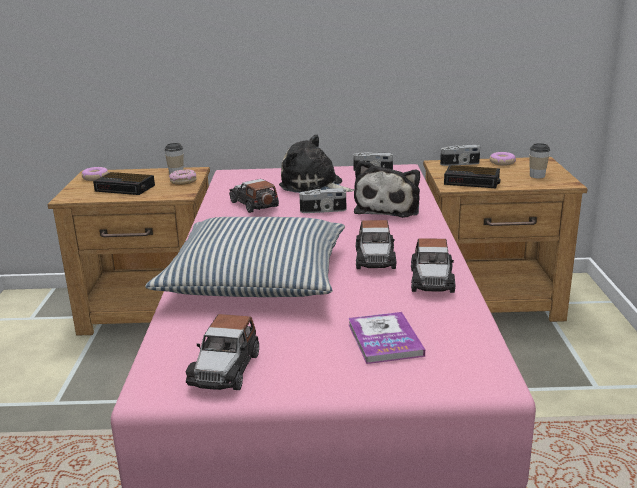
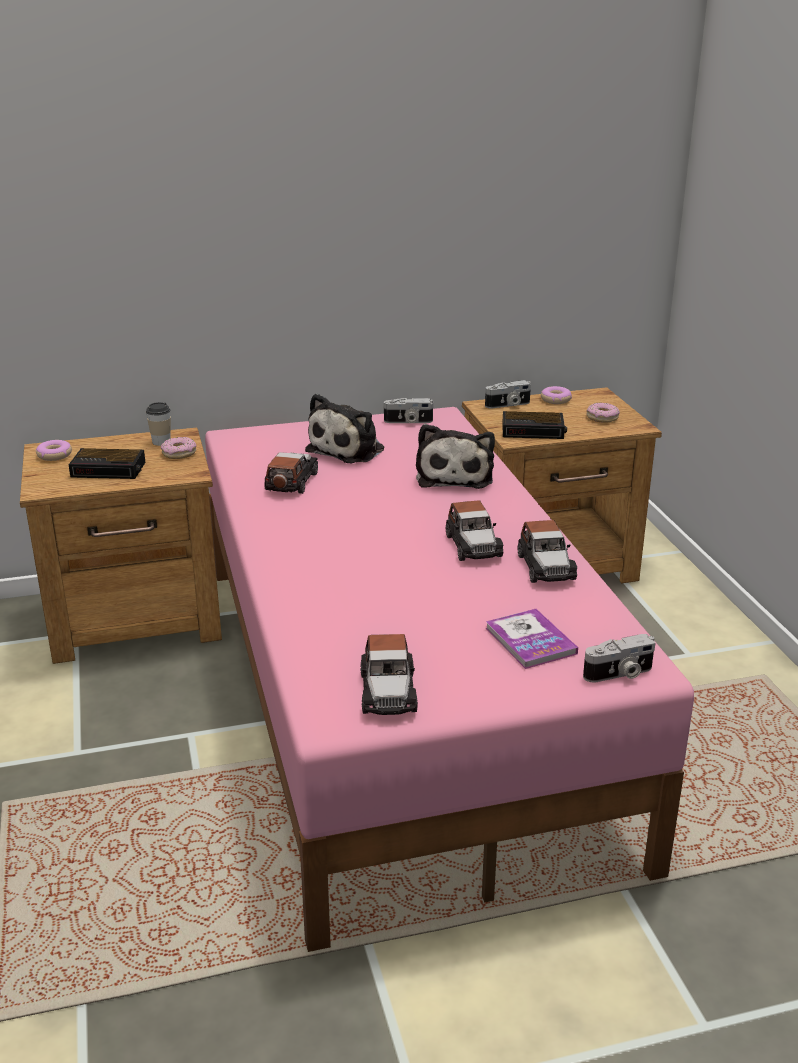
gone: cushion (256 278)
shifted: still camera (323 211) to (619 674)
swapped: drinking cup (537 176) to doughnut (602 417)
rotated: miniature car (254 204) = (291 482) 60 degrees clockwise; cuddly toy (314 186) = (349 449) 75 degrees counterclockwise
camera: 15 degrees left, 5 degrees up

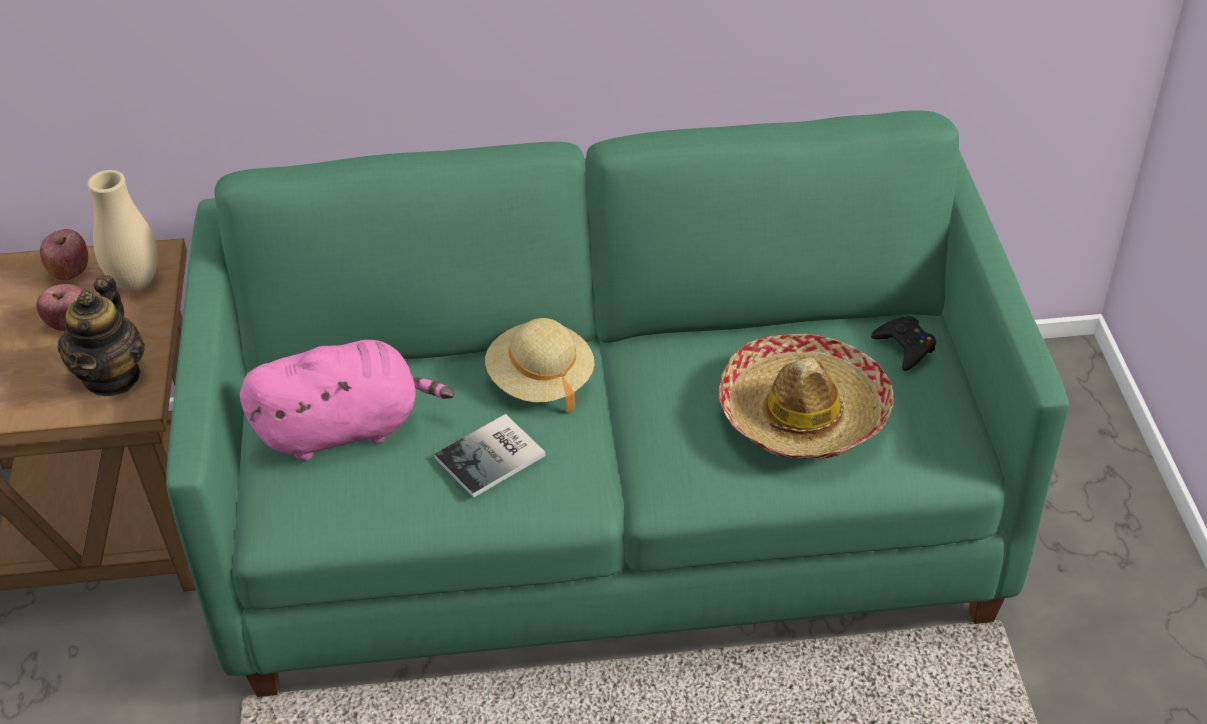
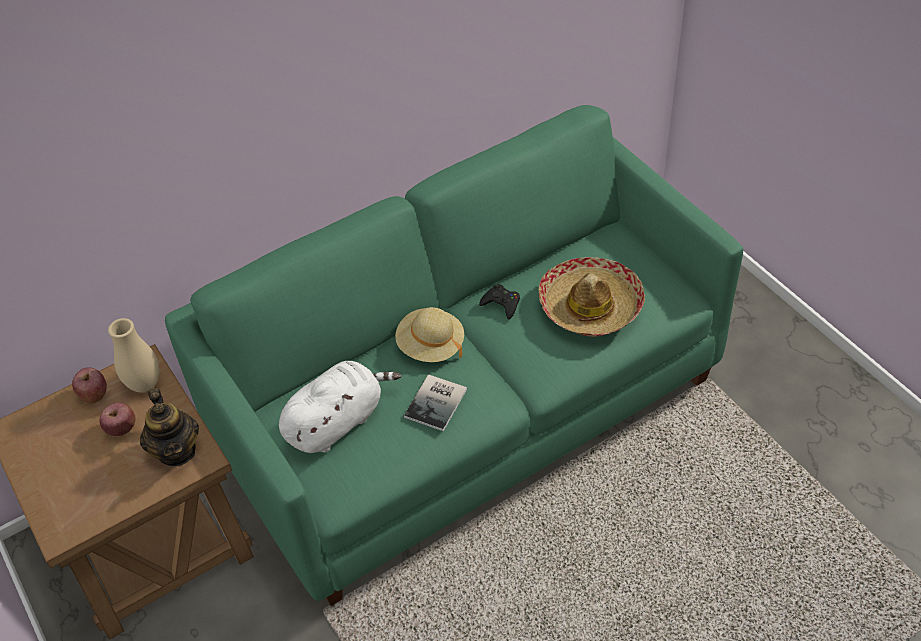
shifted: gamepad in black-coloured (905 347) to (501 304)
repainted: cuddly toy in pinkish (345 428) to cuddly toy in white-coloured (337 422)
camera: 25 degrees left, 5 degrees up

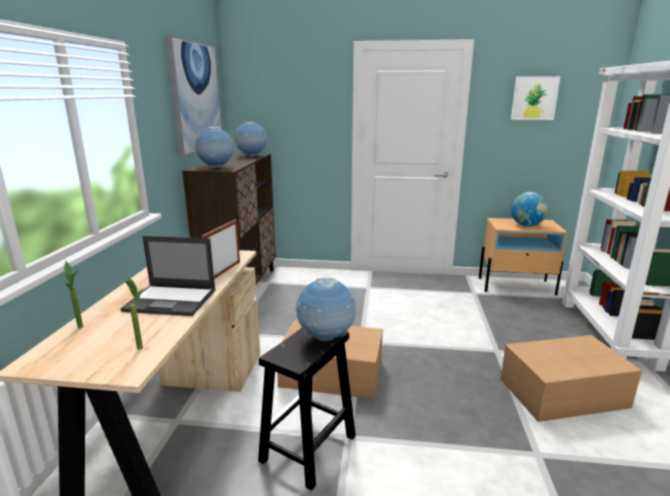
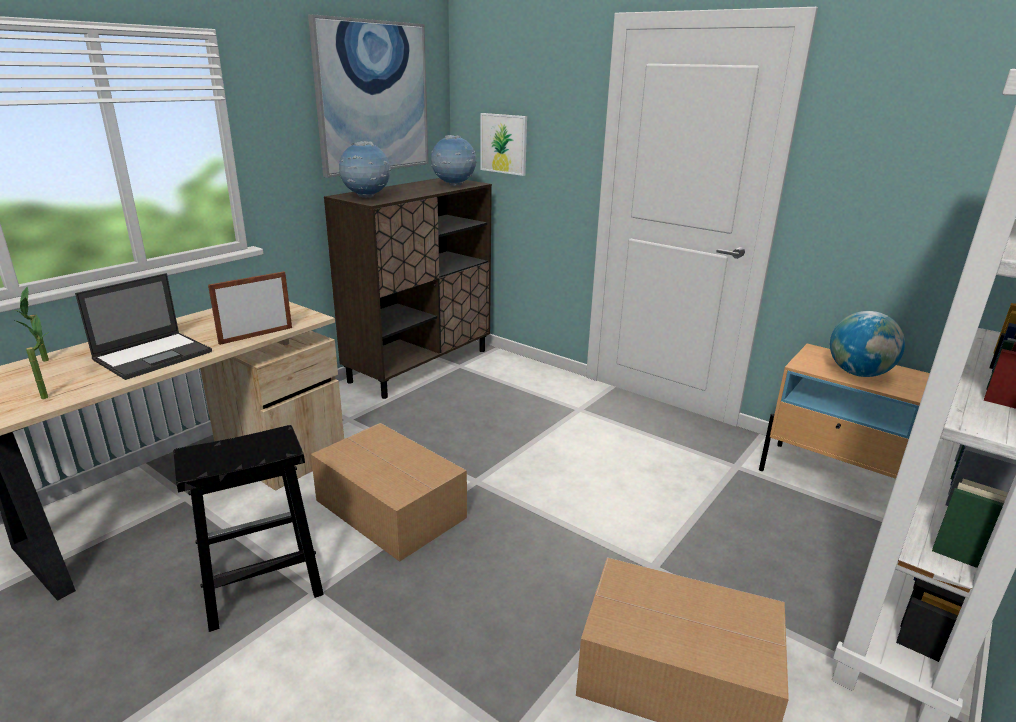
gone: desk globe (326 338)
shifted: picture (534 98) to (504 144)
rotated: notebook computer (172 300) = (154 355) 90 degrees counterclockwise
camera: 30 degrees right, 5 degrees up

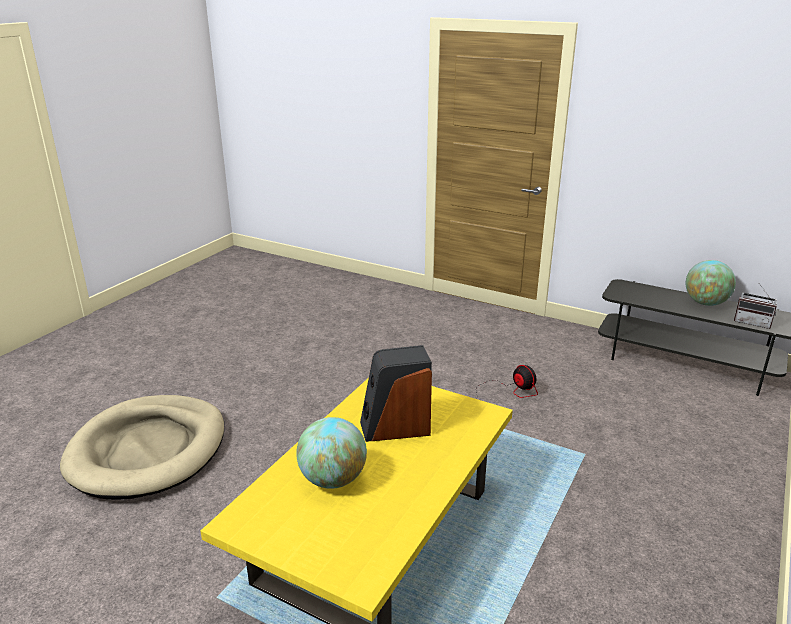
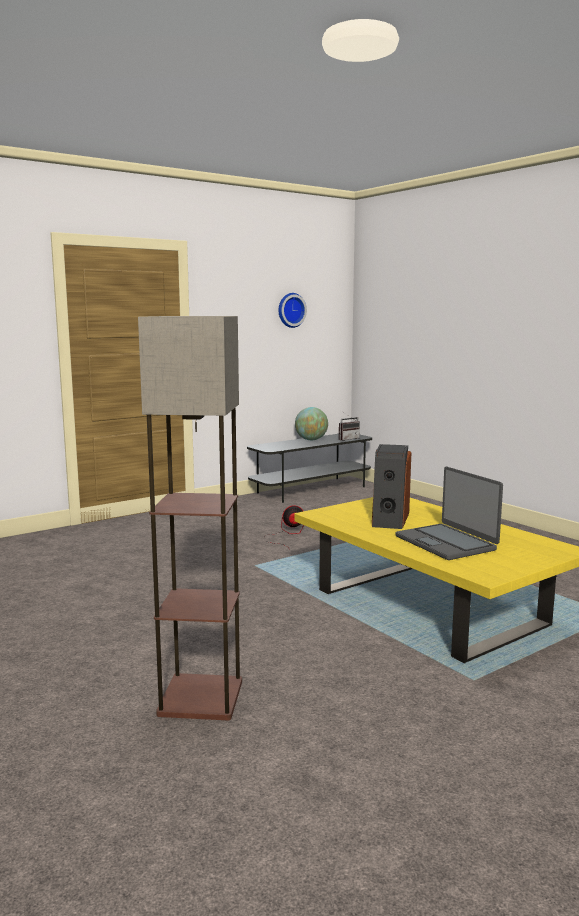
new: wall clock (290 310)
swapped: pet bed in beige-coloured (148 450) to standard lamp (200 697); desk globe (333 479) to notebook computer (446 543)
camera: 65 degrees left, 15 degrees down

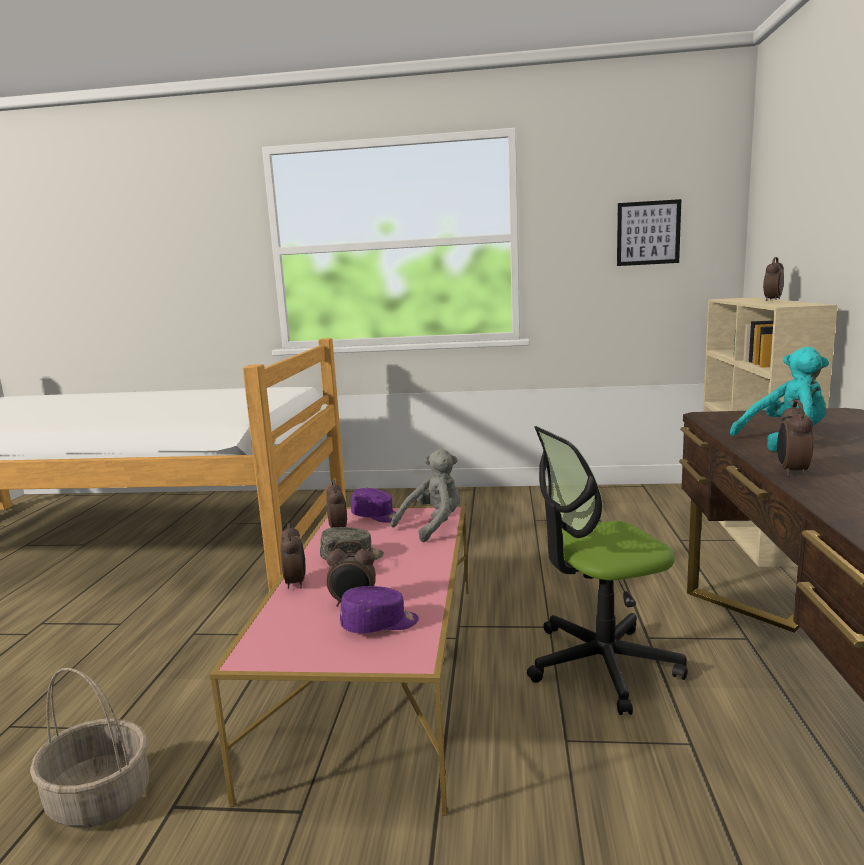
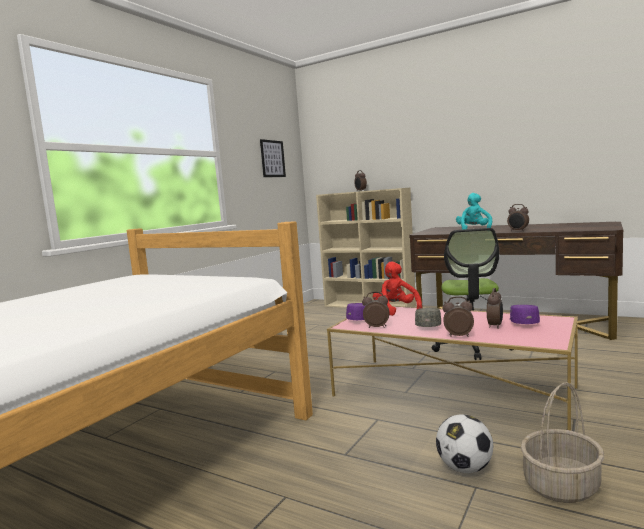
new: football ball (465 468)
repainted: cuddly toy in greyish (433 526) to cuddly toy in red-coloured (396 310)
camera: 65 degrees left, 5 degrees down

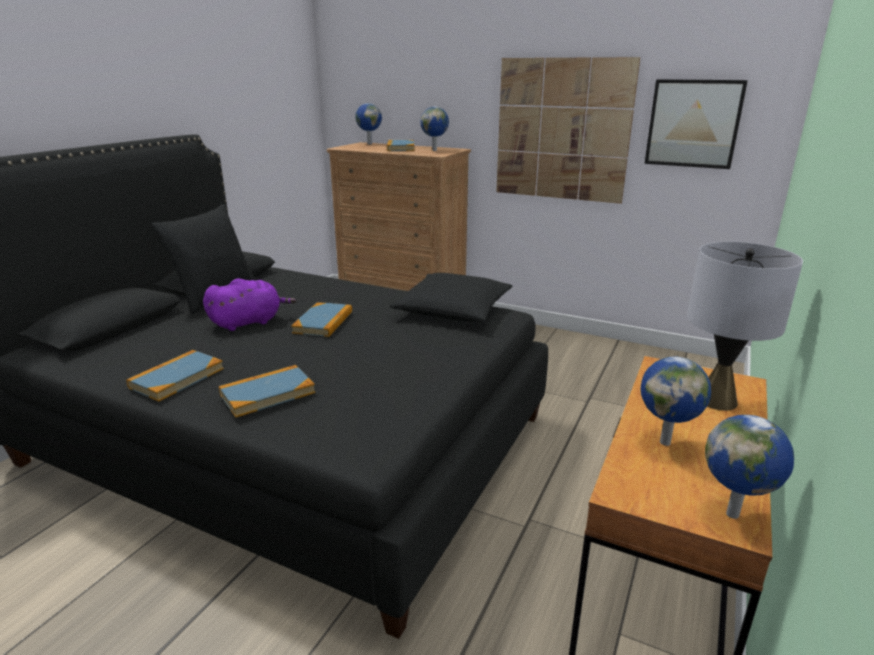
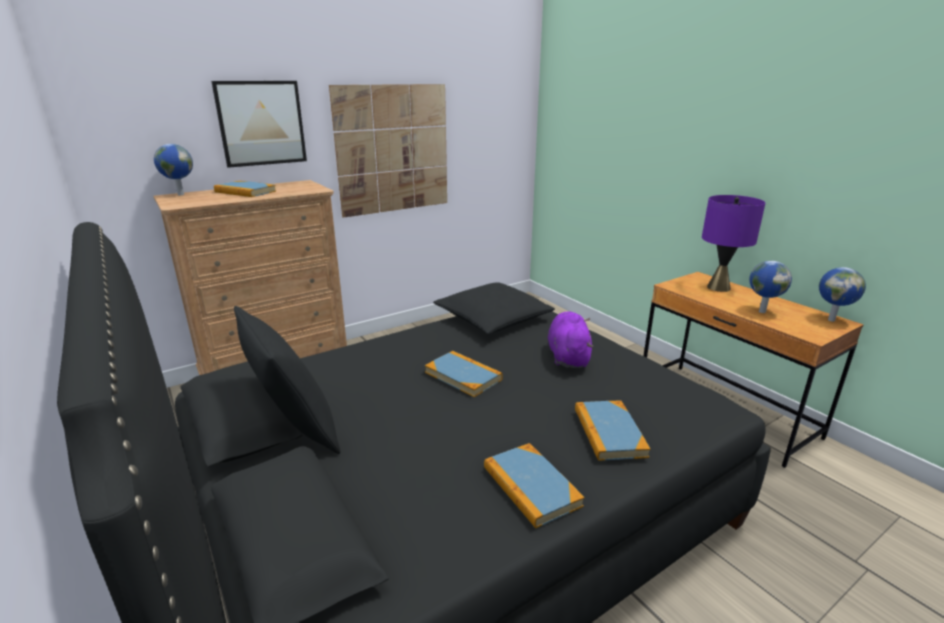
gone: desk globe (435 150)
shifted: picture (693 124) to (261 123); cuddly toy in purple-coloured (249 322) to (568 356)
repainted: lamp for a table in greyish (717 400) to lamp for a table in purple-coloured (718 287)
camera: 60 degrees left, 0 degrees up

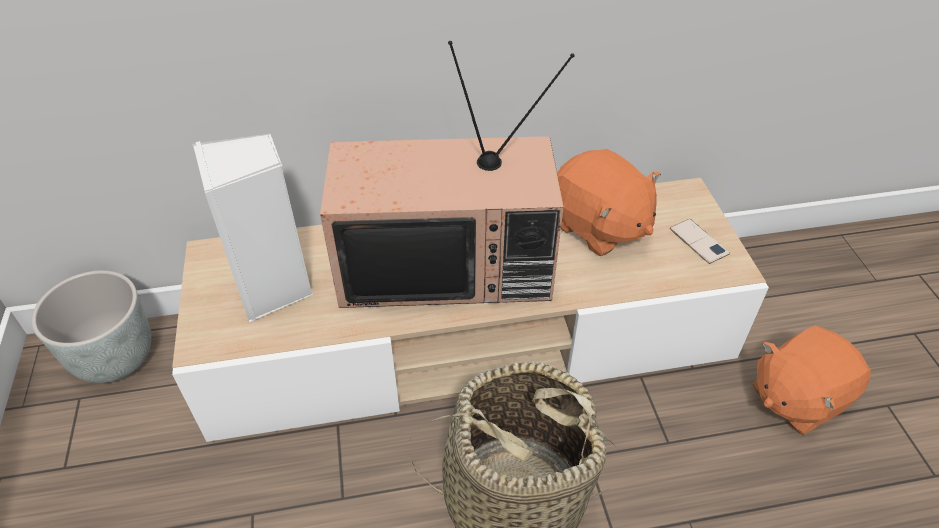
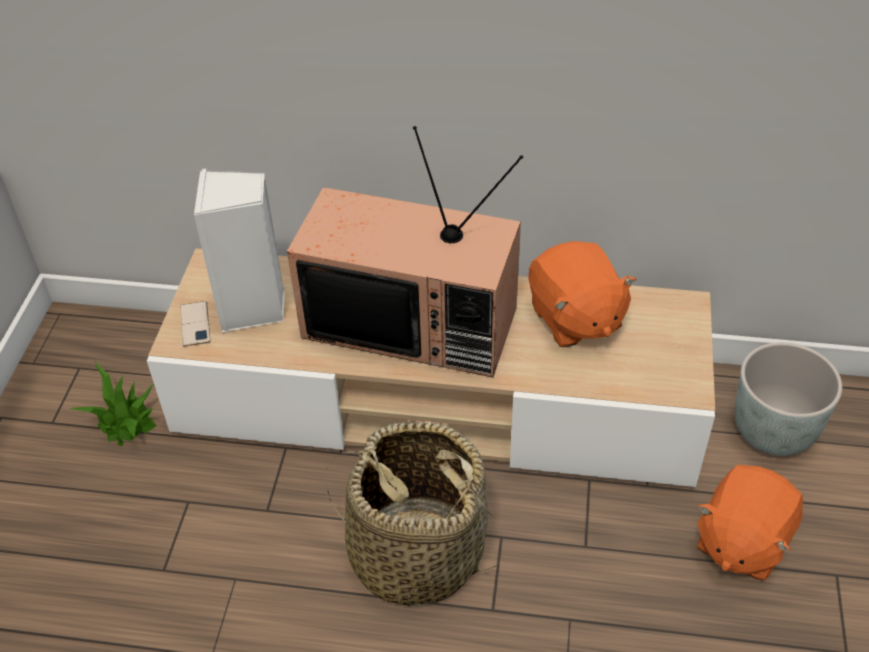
new: houseplant (125 419)
shifted: phone (699 241) to (195 324); plant pot in greyish (115 358) to (772 431)
rotated: cuddly toy in orangey (797 397) = (741 541) 45 degrees counterclockwise
camera: 20 degrees right, 0 degrees up

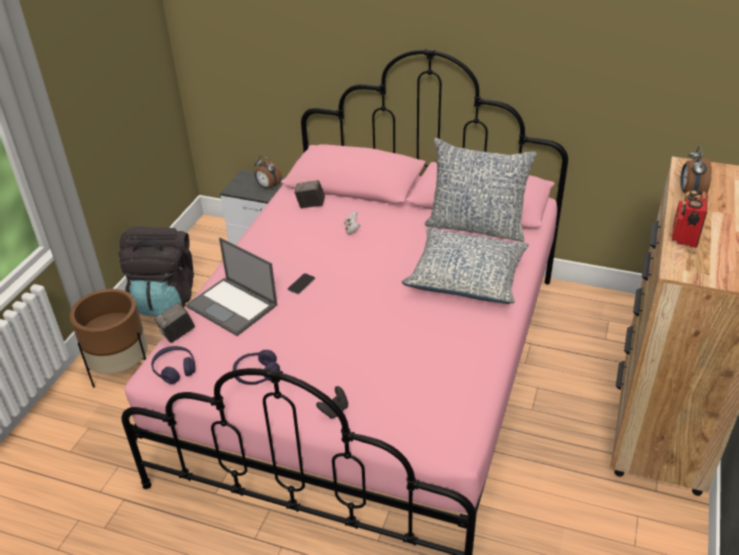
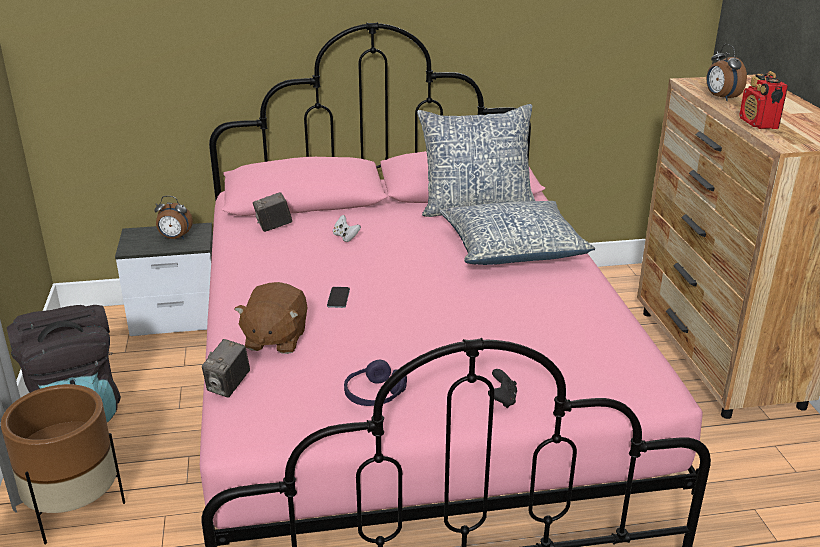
gone: headphones in purple-coloured (175 369)
swapped: notebook computer (233 306) to cuddly toy in brown-coloured (275 339)
camera: 30 degrees left, 10 degrees down

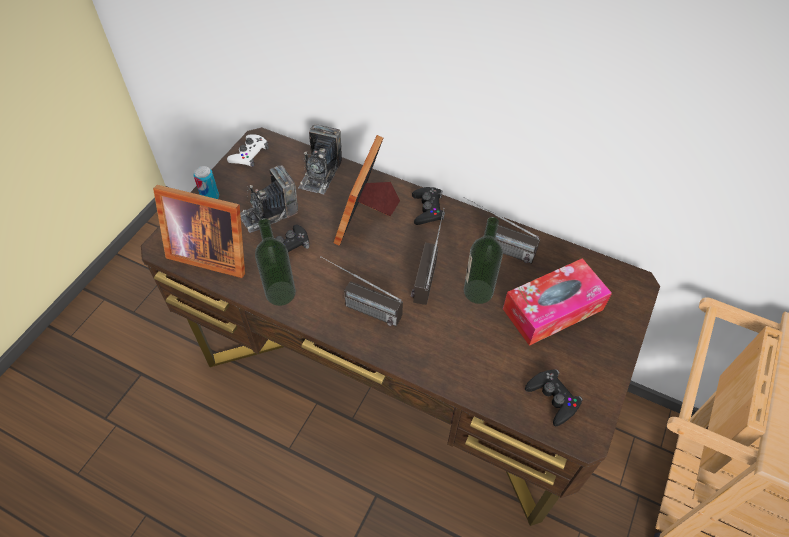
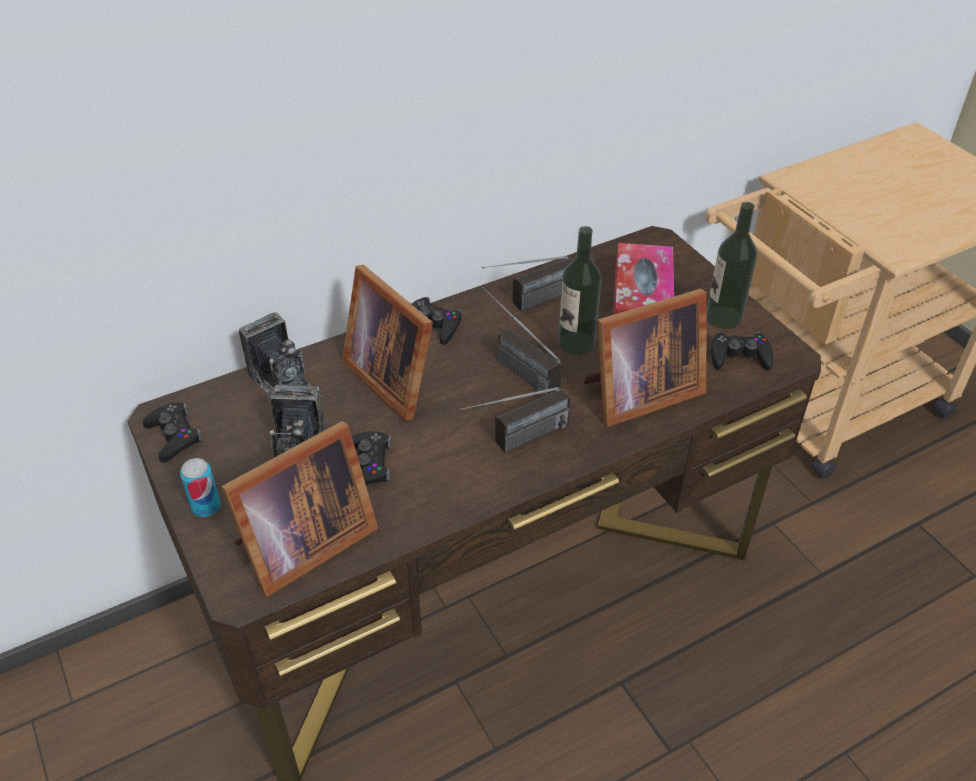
new: picture frame (638 394)
shifted: beverage bottle (280 293) to (724 317)
repainted: gamepad in white-coloured (249 154) to gamepad in black-coloured (174 436)
camera: 55 degrees left, 10 degrees down

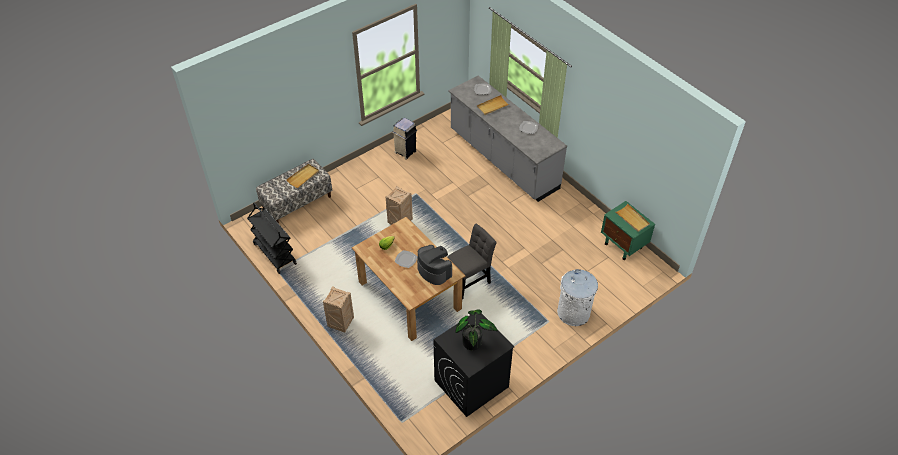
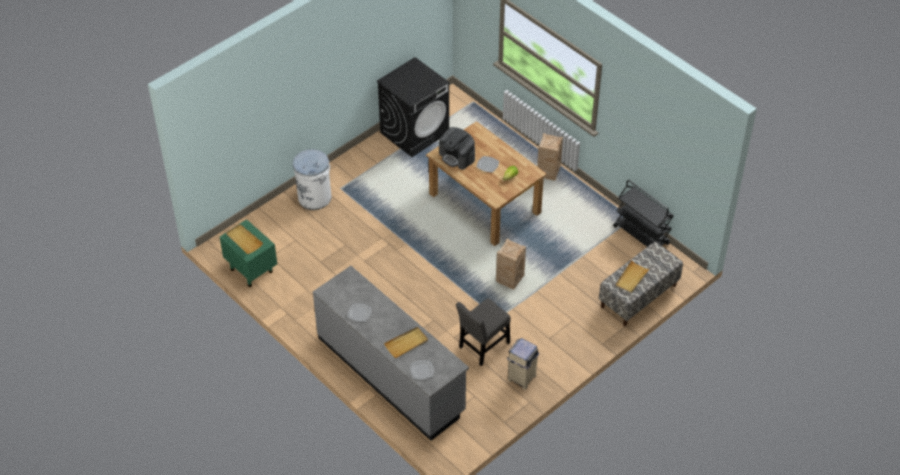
gone: houseplant (473 341)
shifted: chair in greyish (470 281) to (482 347)
camera: 175 degrees right, 0 degrees up

